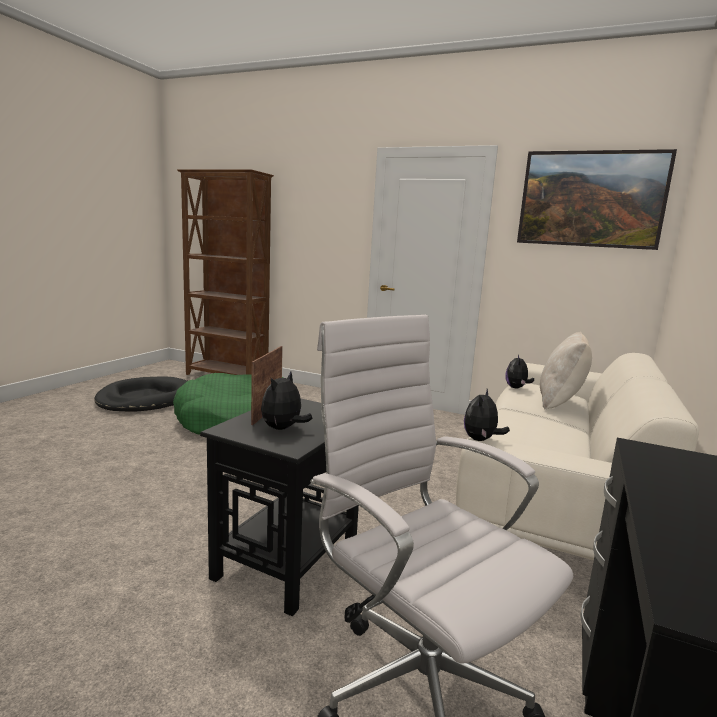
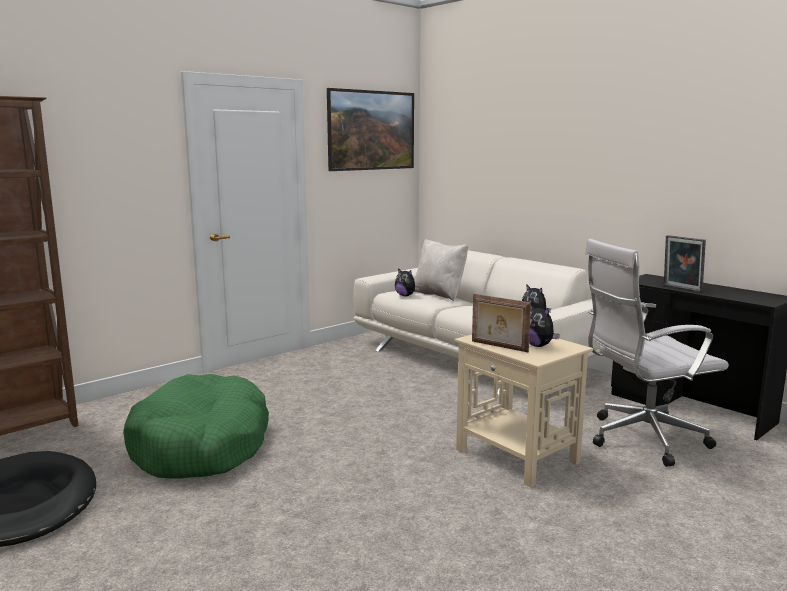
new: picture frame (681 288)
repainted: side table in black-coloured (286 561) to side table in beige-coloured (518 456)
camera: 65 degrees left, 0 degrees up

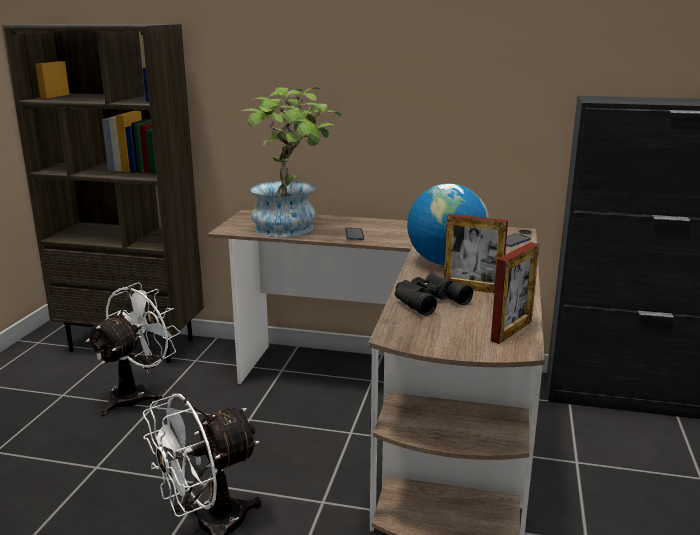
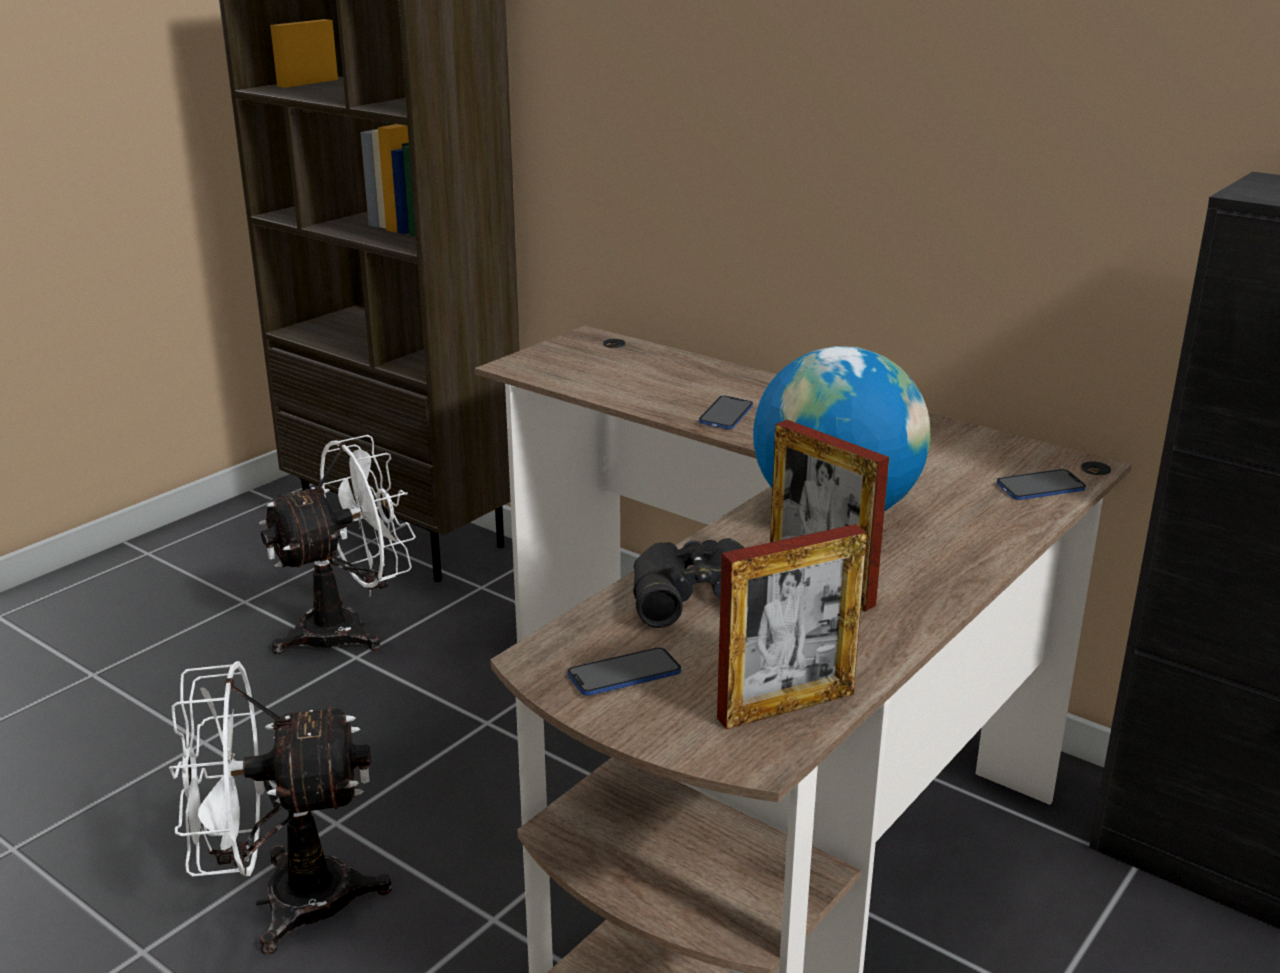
gone: houseplant (292 229)
new: phone (624 674)
camera: 25 degrees right, 5 degrees up

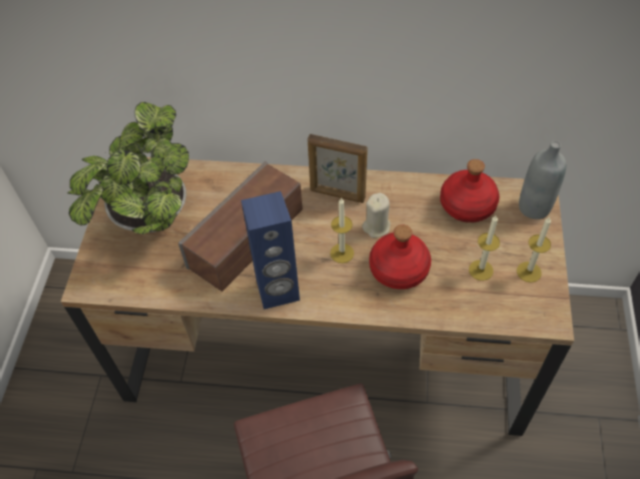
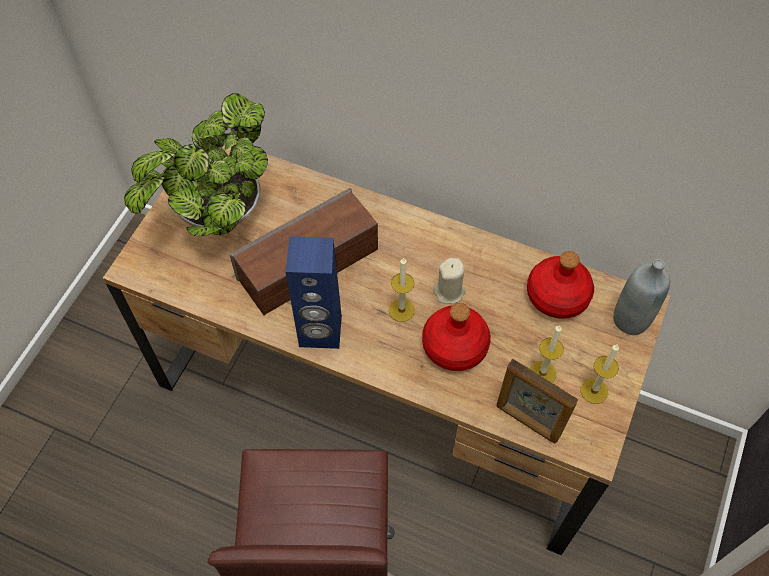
shifted: picture frame (337 194) to (527 421)
camera: 15 degrees right, 5 degrees up

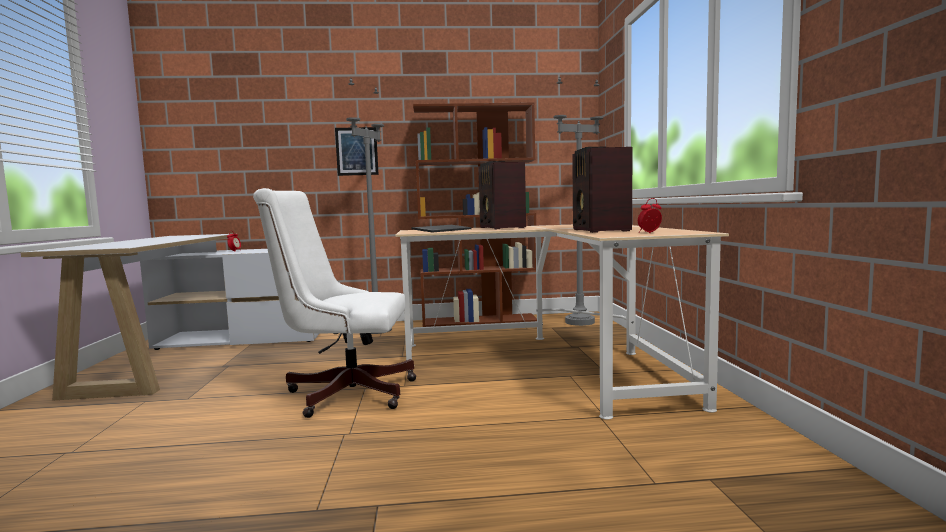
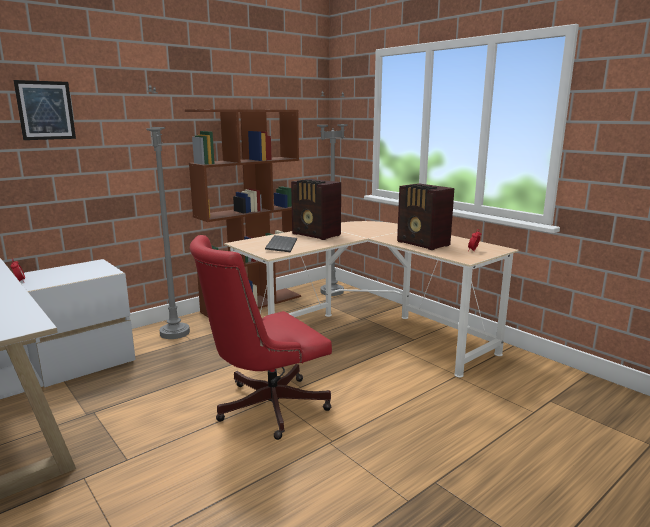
shifted: picture (357 151) to (45 110)
repainted: computer chair in white-coloured (343 392) to computer chair in red-coloured (264 407)
camera: 35 degrees left, 10 degrees up

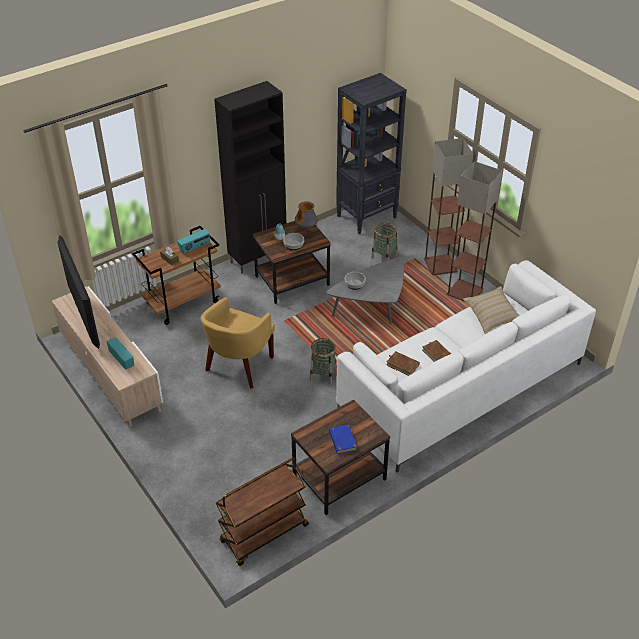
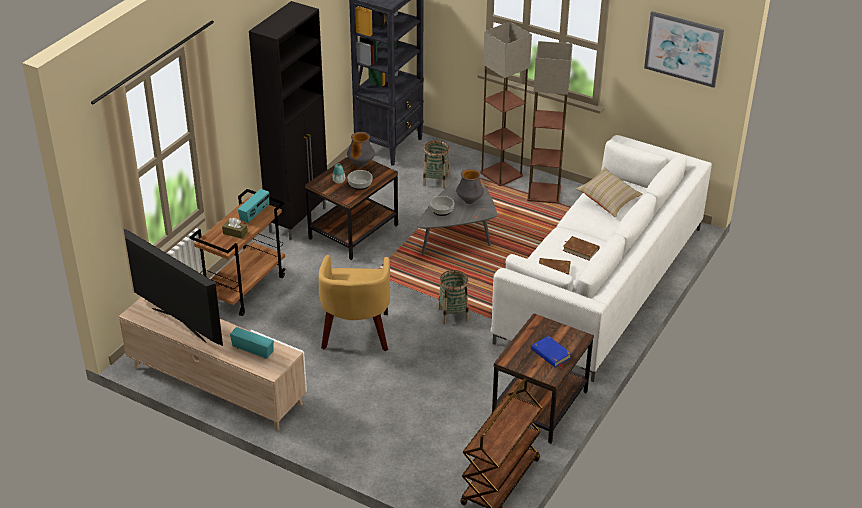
new: flower vase (469 201); picture (683 48)
camera: 25 degrees left, 5 degrees down

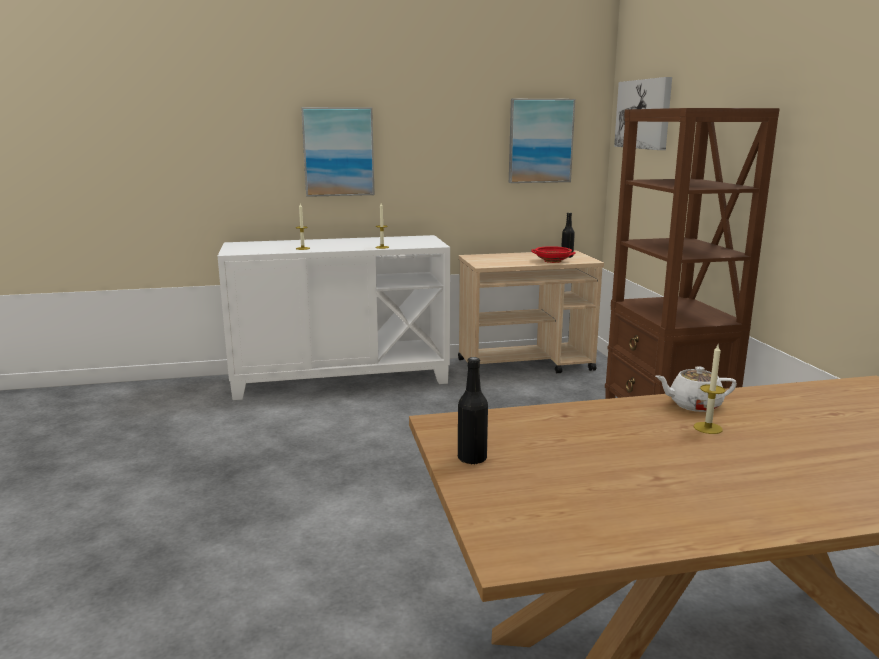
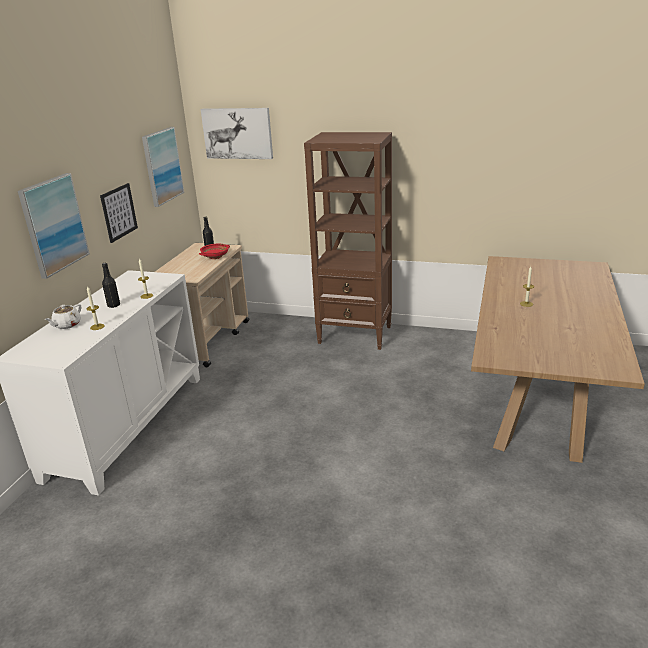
new: picture (119 212)
shifted: teapot in white-coloured (693 405) to (67 325); beverage bottle in black-coloured (472 458) to (113 305)
camera: 60 degrees left, 10 degrees up

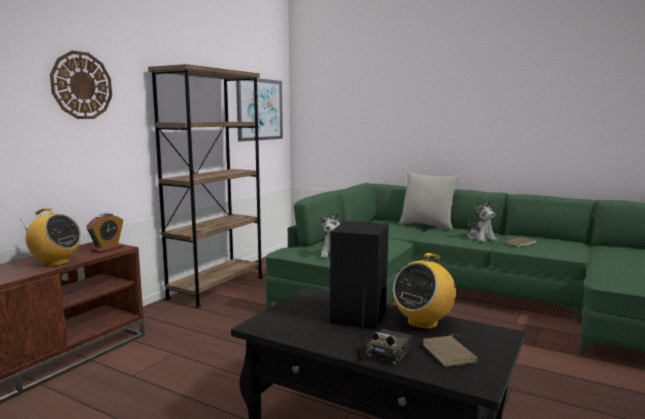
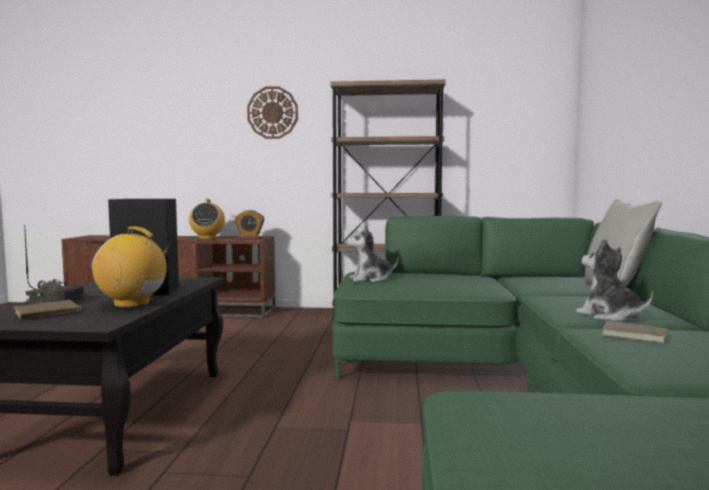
gone: picture (259 109)
rotated: cuddly toy (480 238) = (610 316) 105 degrees clockwise
camera: 65 degrees right, 5 degrees down

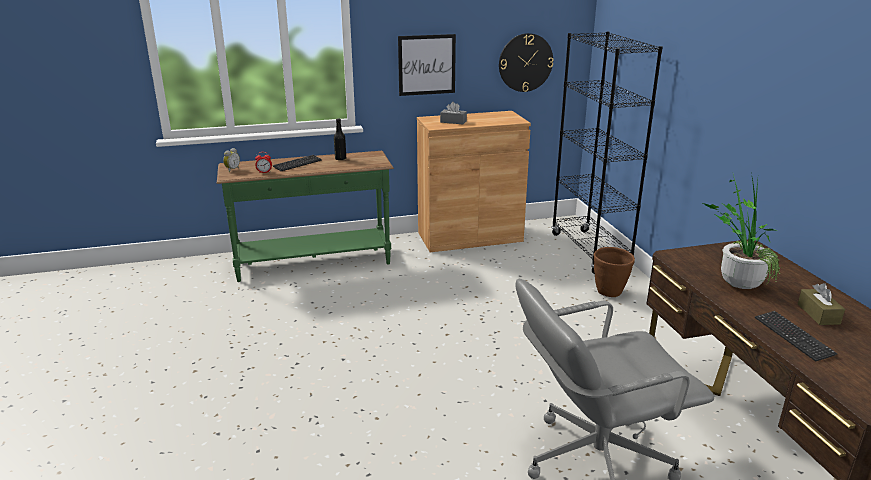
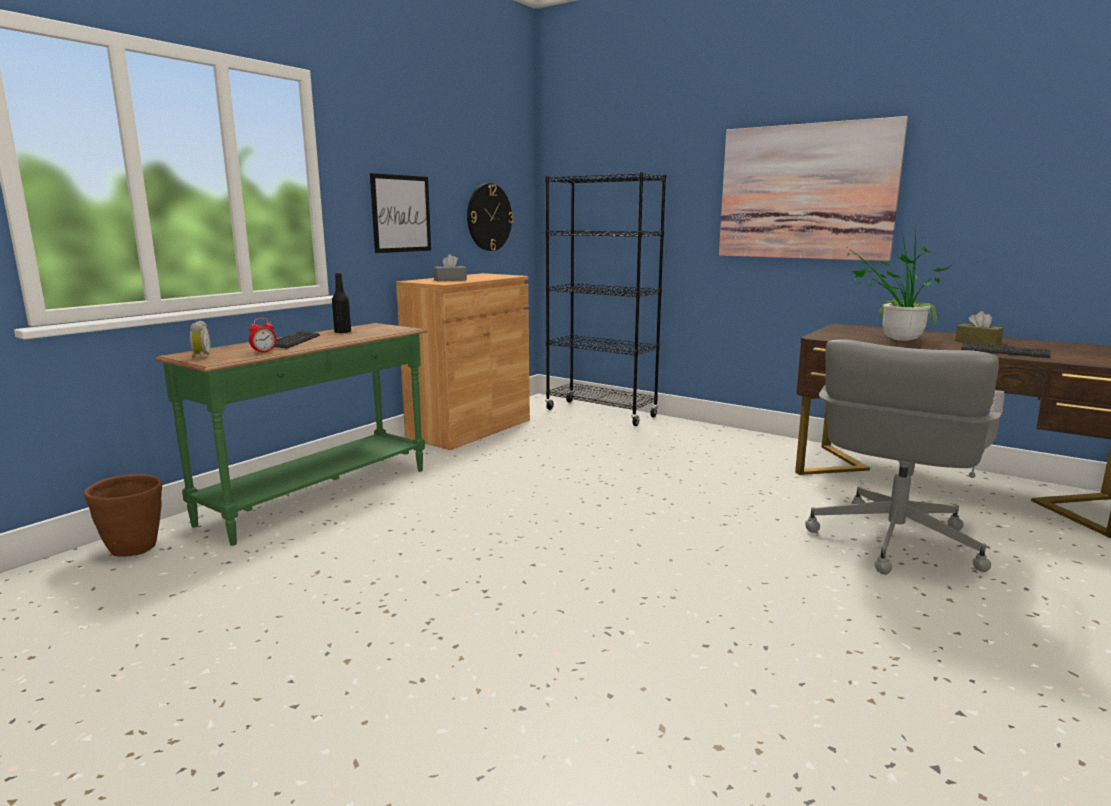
new: picture (805 192)
shifted: plant pot in brown-coloured (609 292) to (135 550)
camera: 40 degrees left, 10 degrees down

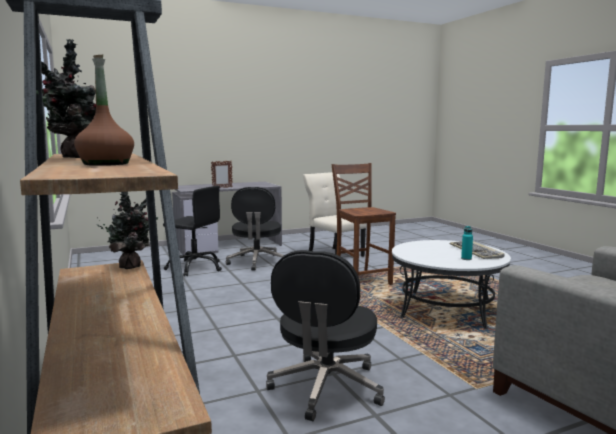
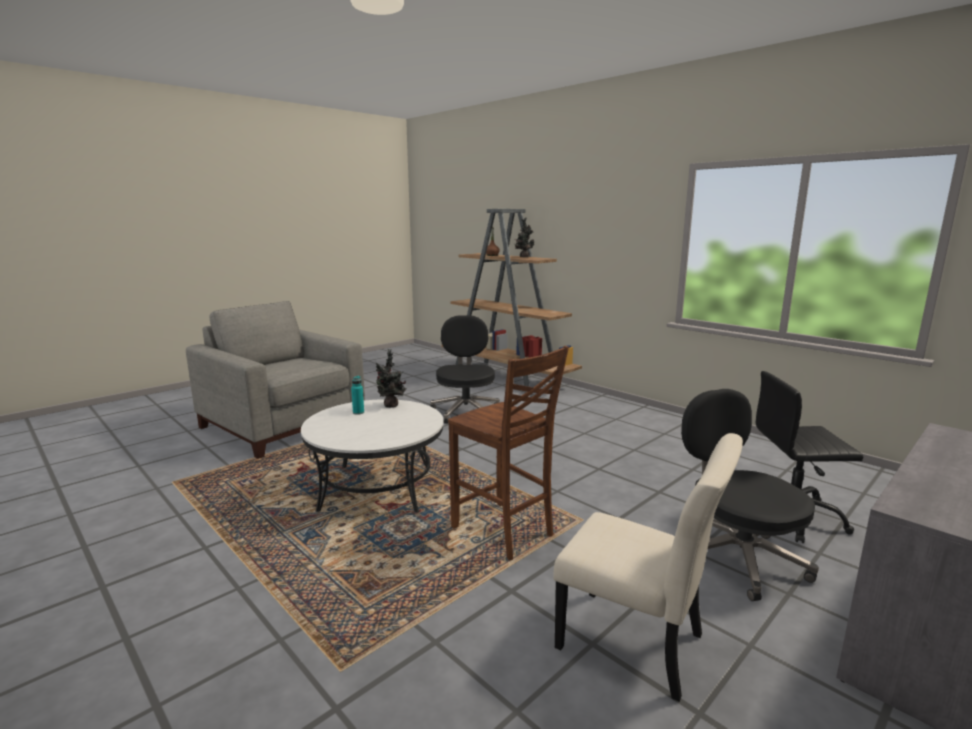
gone: picture frame (222 188); keyboard (476 252)
shifted: houseplant (131 266) to (390 406)
camera: 160 degrees right, 5 degrees up

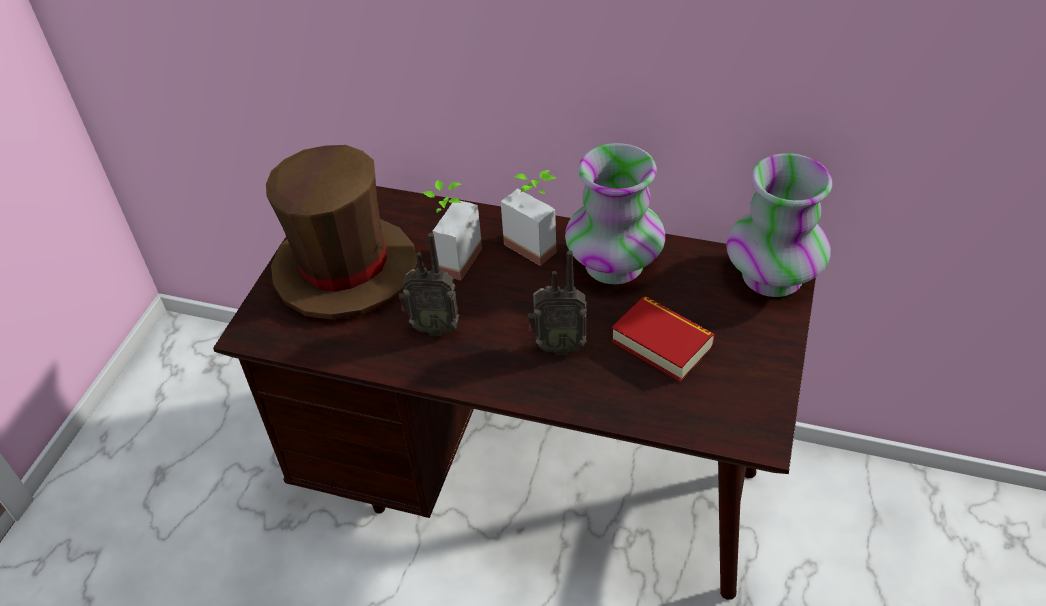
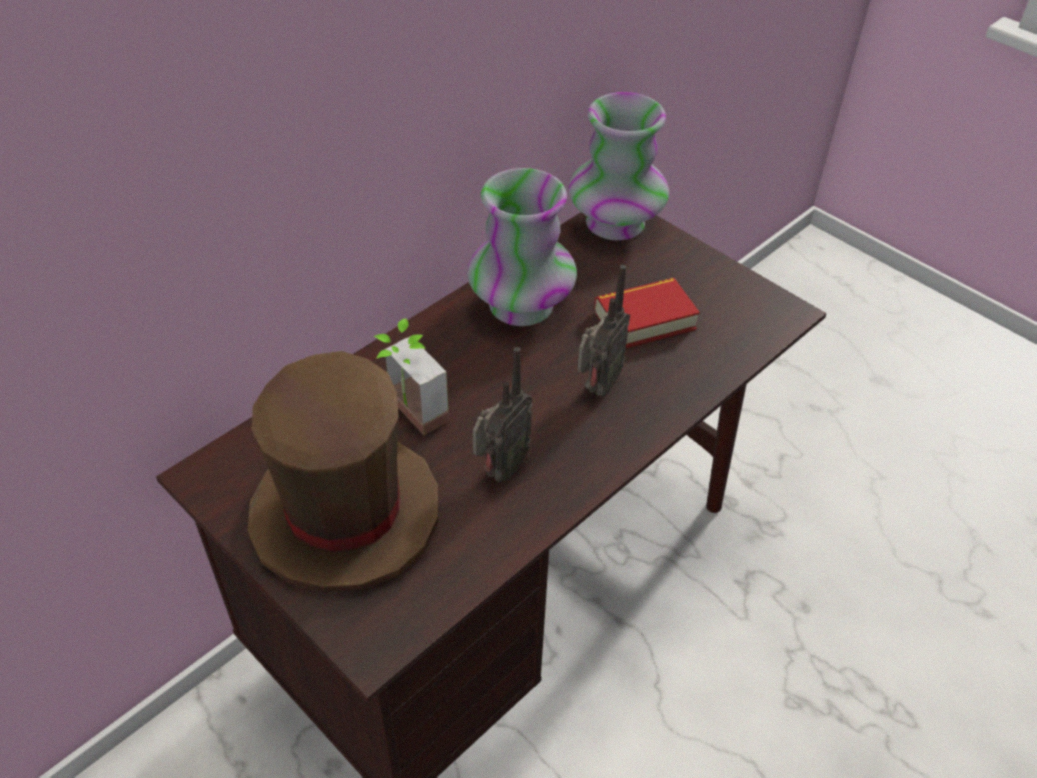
gone: houseplant (536 243)
camera: 65 degrees left, 0 degrees up

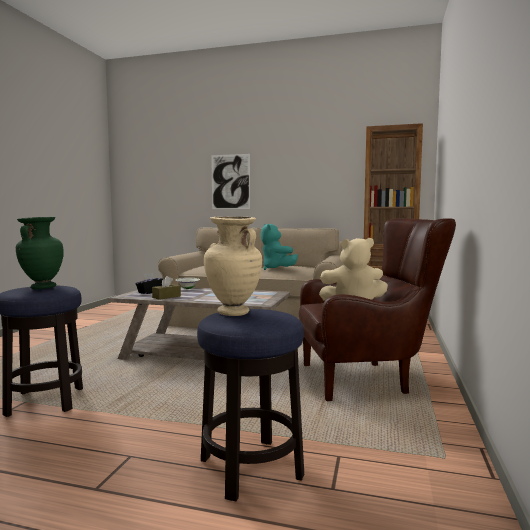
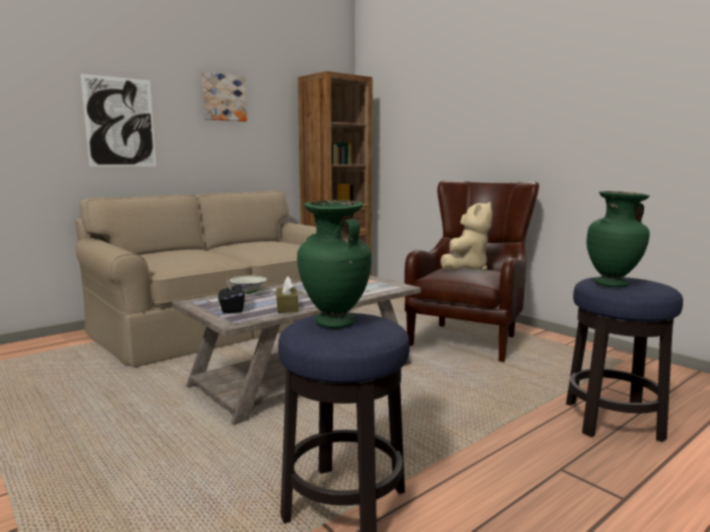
gone: cuddly toy in turquoise-coloured (276 269)
new: picture (223 97)
repainted: flower vase in beige-coloured (233 313) to flower vase in greenish (612 285)
camera: 55 degrees left, 5 degrees up

